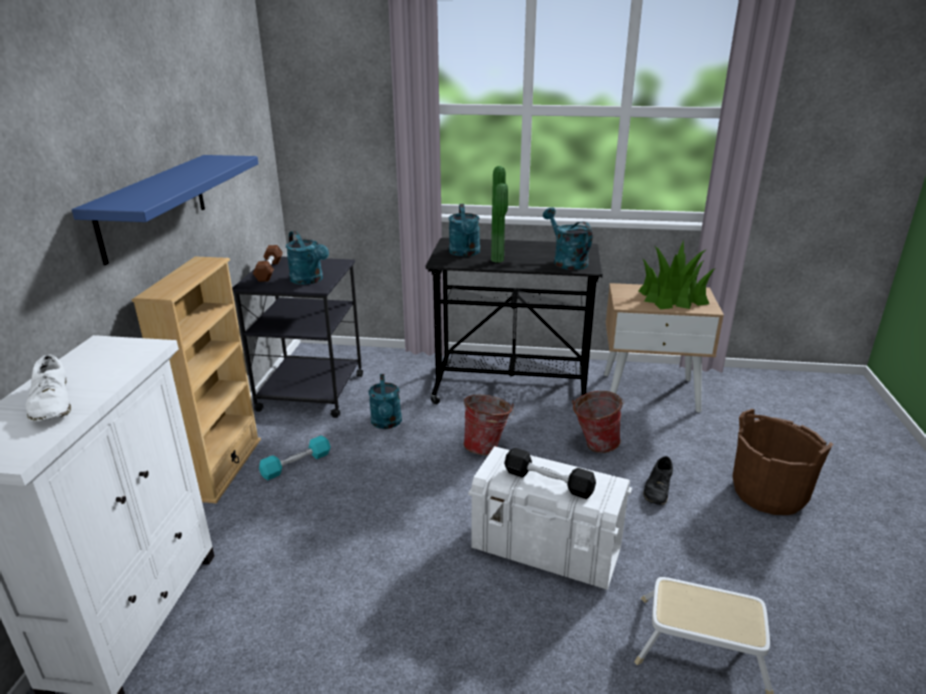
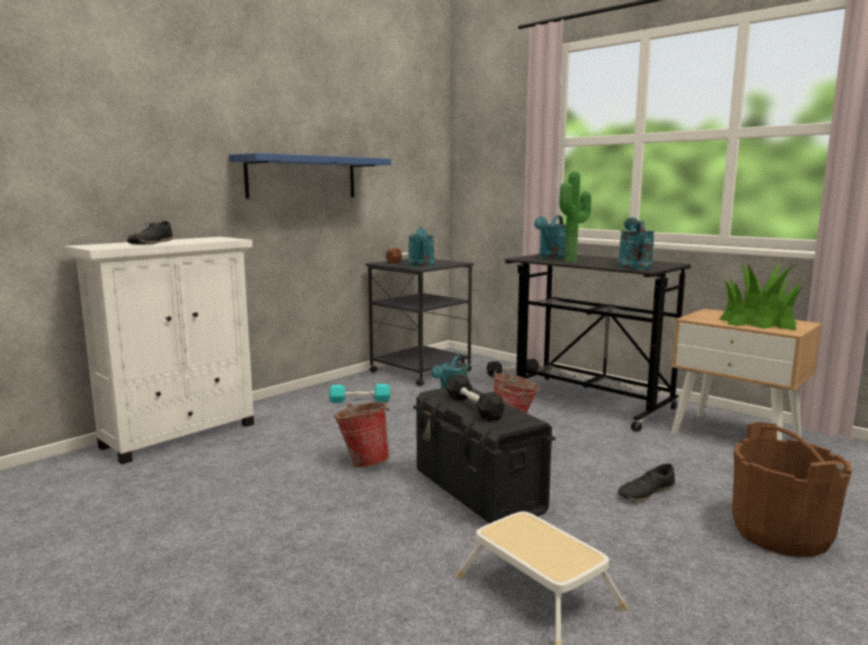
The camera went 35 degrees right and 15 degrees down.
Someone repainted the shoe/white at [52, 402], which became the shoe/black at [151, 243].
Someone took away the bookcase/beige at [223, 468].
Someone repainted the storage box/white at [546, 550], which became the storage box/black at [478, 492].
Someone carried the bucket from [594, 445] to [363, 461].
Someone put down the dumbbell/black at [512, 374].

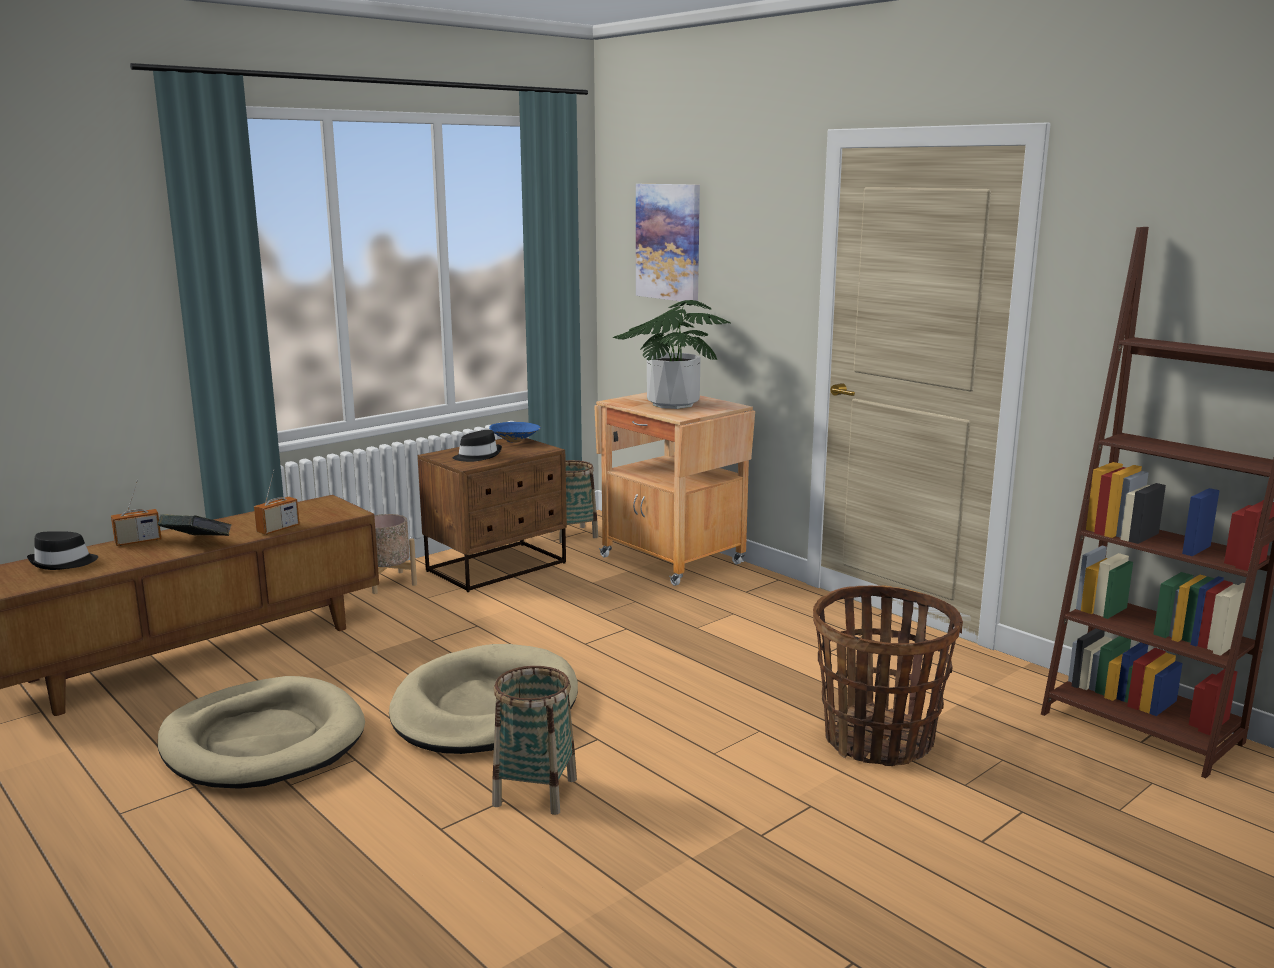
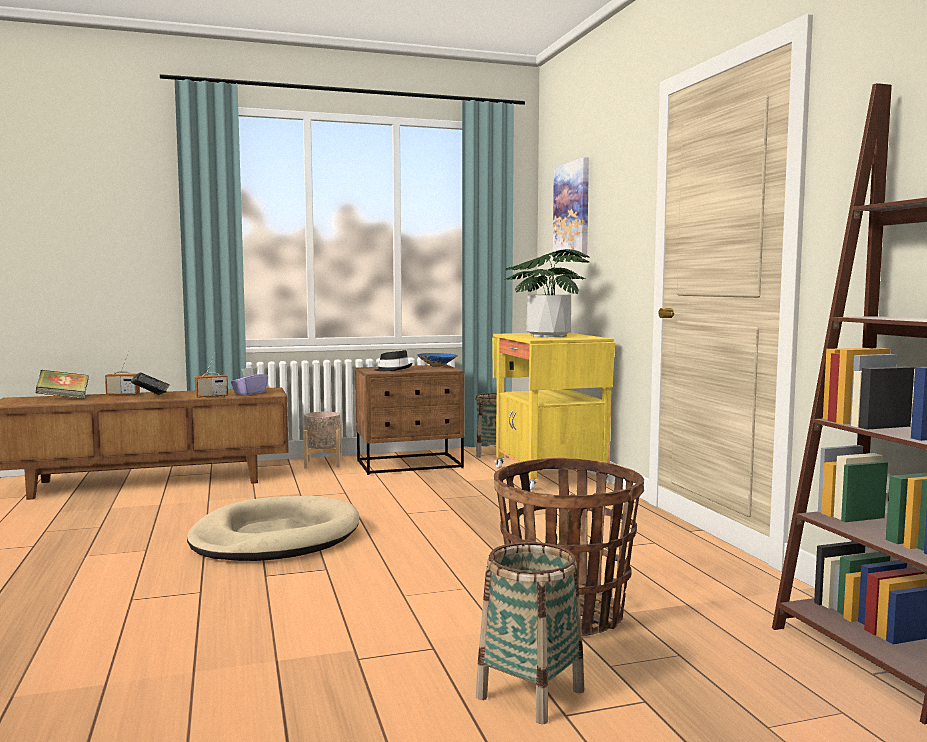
The camera went 25 degrees right and 10 degrees down.
Someone swapped the hat/black at [63, 563] for the book at [63, 398].
Someone took away the dog bed/beige at [263, 741].
Someone carried the basket from [535, 792] to [530, 694].
Someone repainted the cart/brown at [673, 561], which became the cart/yellow at [550, 477].
Someone put down the tissue box/purple at [249, 393].

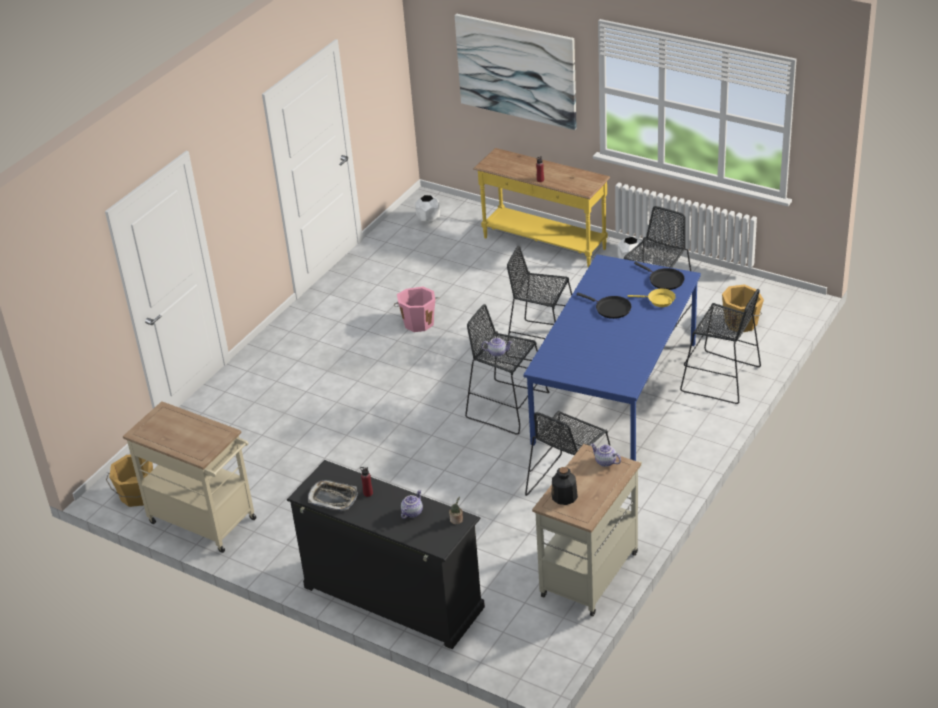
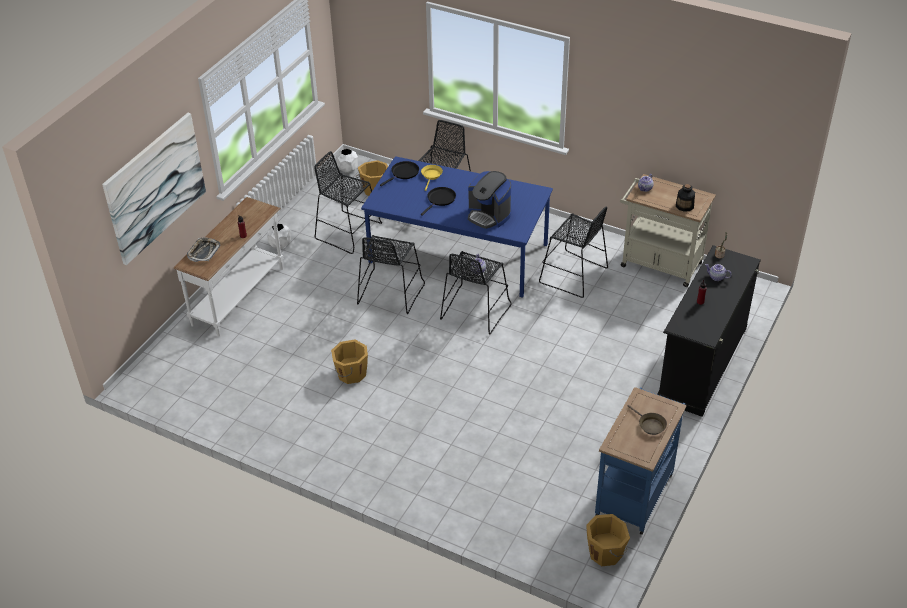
The camera went 95 degrees left and 5 degrees up.
Someone repainted the cart/beige at [205, 522], which became the cart/blue at [635, 493].
Someone carried the tray from [333, 498] to [203, 252].
Someone repainted the bucket/pink at [418, 322], which became the bucket/orange at [351, 373].
Someone carried the planter/white from [428, 219] to [347, 169].
Someone repainted the console table/yellow at [543, 244], which became the console table/white at [239, 297].
Someone put down the coffee machine at [489, 215].
Someone put down the frying pan/brown at [650, 425].

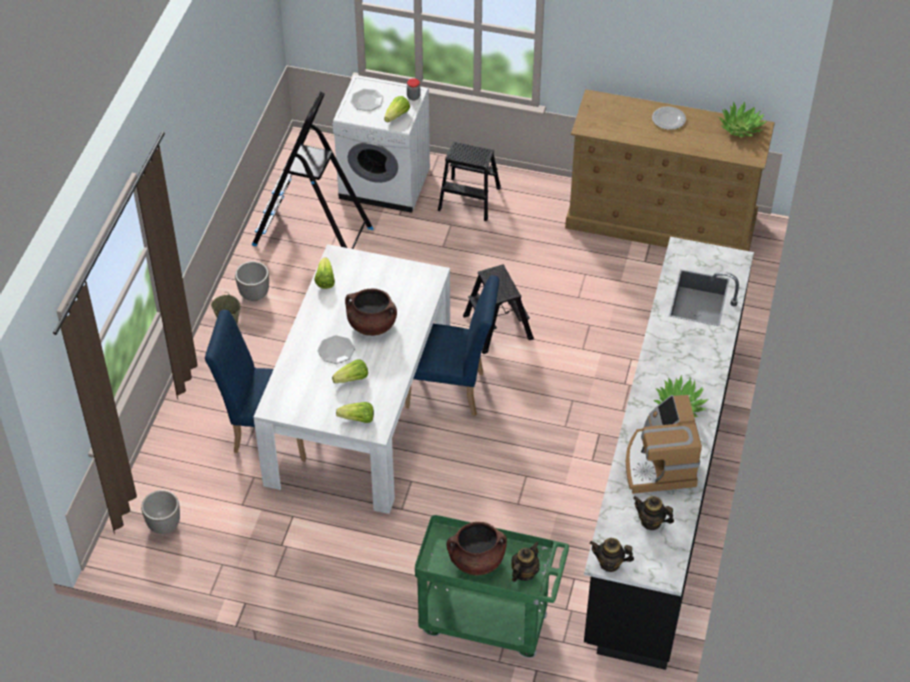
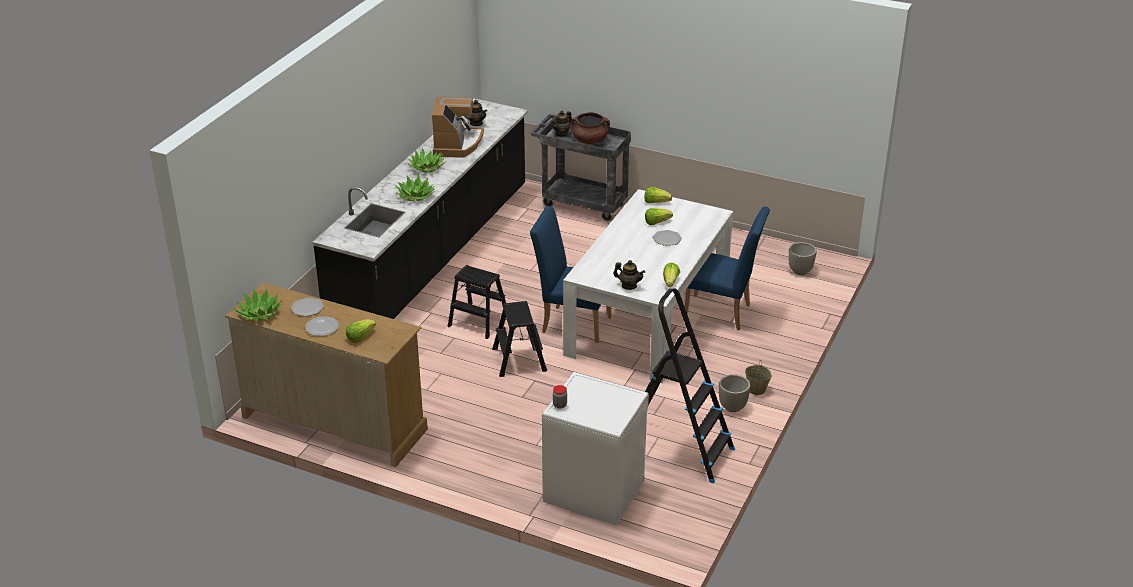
The camera went 170 degrees left and 15 degrees down.
Someone took away the cooking pot/brown at [372, 325].
Someone carried the plate from [367, 100] to [307, 308].
Someone carried the lettuce from [397, 116] to [360, 337].
Someone repainted the cart/green at [489, 627], which became the cart/grey at [580, 206].
Someone carried the step ladder/black from [469, 198] to [478, 320].
Someone carried the teapot from [610, 563] to [629, 286].
Someone put down the potted plant at [415, 196].

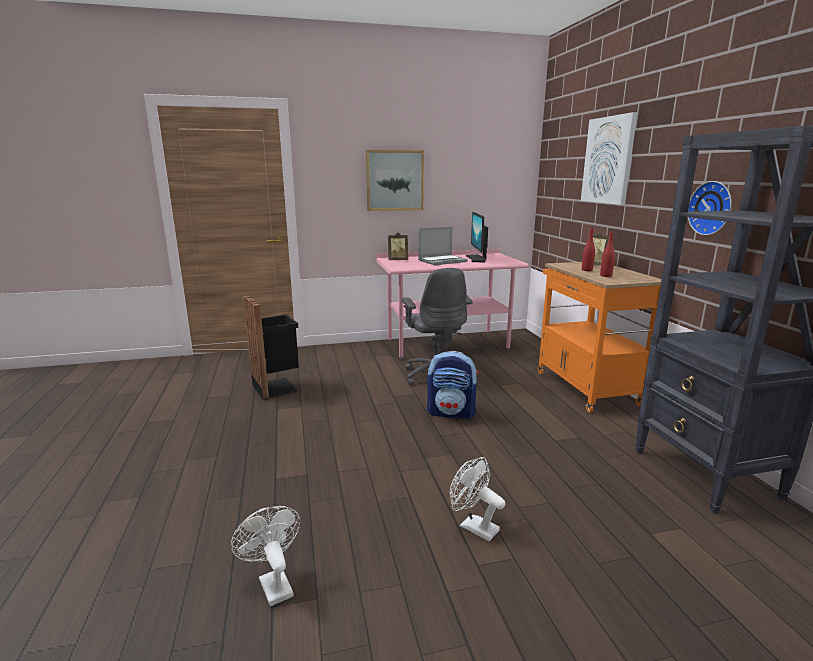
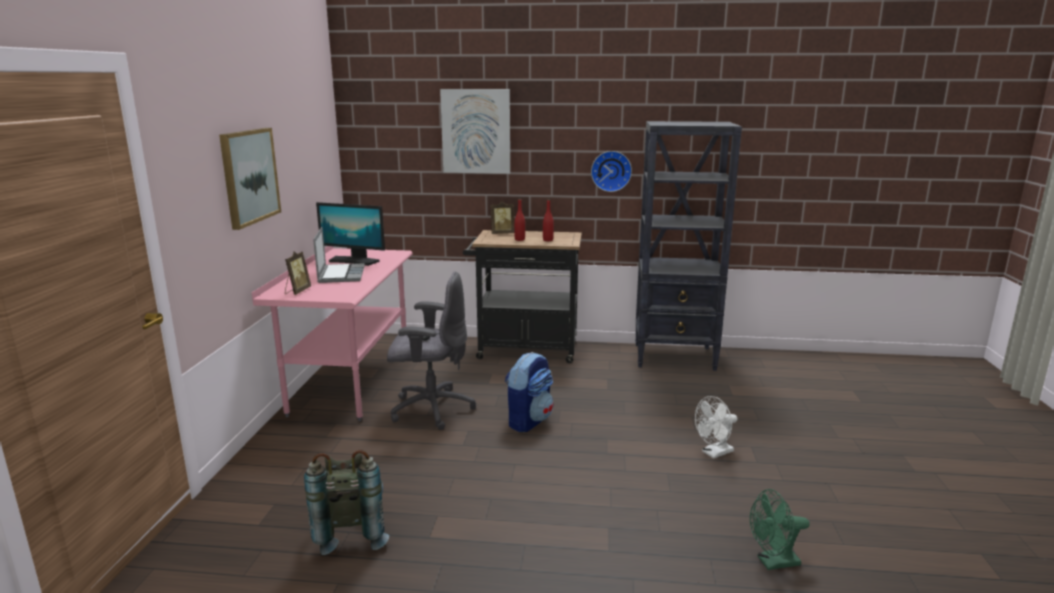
The camera went 70 degrees left and 0 degrees up.
Someone repainted the fan/white at [273, 583], which became the fan/green at [773, 562].
Someone swapped the trash can/black at [277, 387] for the backpack/grey at [352, 532].
Someone repainted the cart/orange at [584, 387], which became the cart/black at [524, 350].

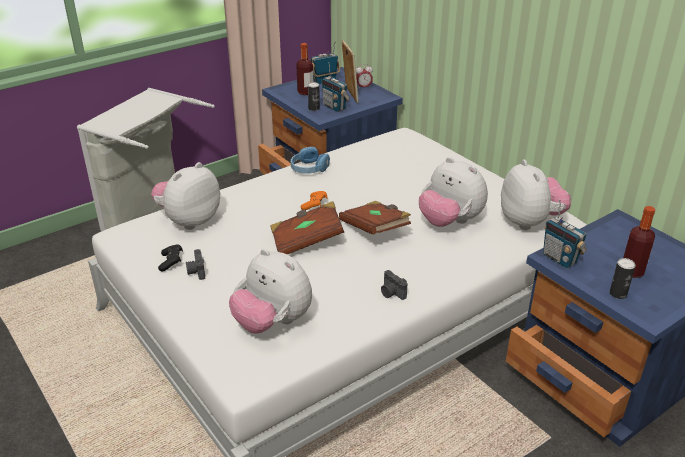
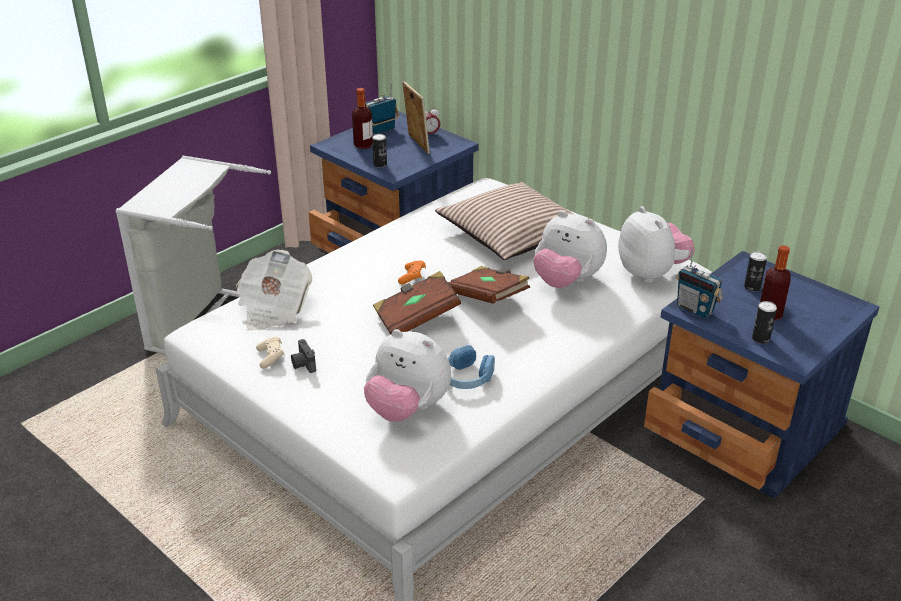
The camera went 10 degrees left and 0 degrees up.
Someone swapped the plush toy at [189, 220] for the newspaper at [273, 309].
Someone repainted the game controller/black at [171, 262], which became the game controller/beige at [271, 357].
Someone carried the headphones/blue from [309, 168] to [467, 378].
Someone took away the radio at [334, 107].
Someone took away the photo camera at [391, 293].
Someone put down the pillow at [513, 234].
Someone put down the can at [752, 287].

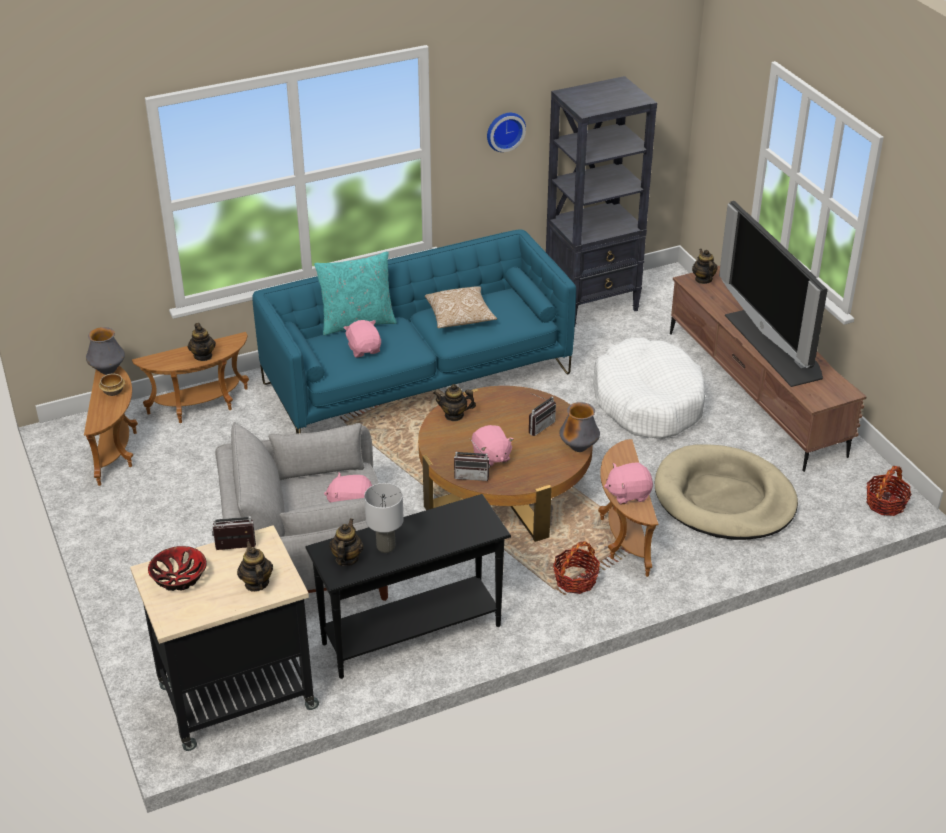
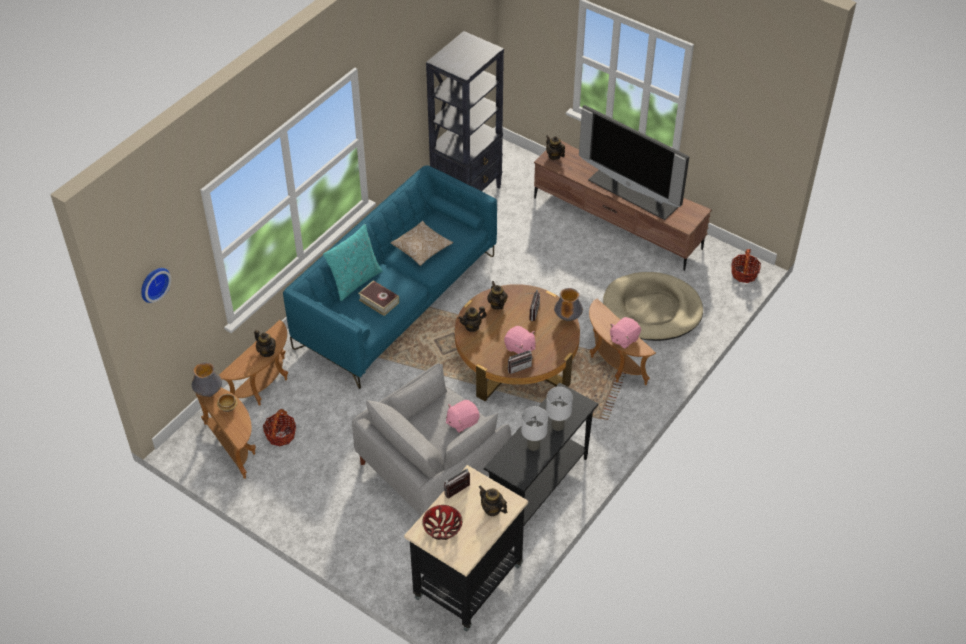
The camera went 30 degrees left and 10 degrees up.
Someone carried the teapot from [346, 559] to [497, 304].
Someone swapped the plush toy/pink at [364, 349] for the book at [379, 301].
Someone carried the wall clock from [504, 130] to [153, 283].
Someone carried the basket from [575, 580] to [281, 435].
Someone took away the dog bed/white at [648, 402].
Someone put down the table lamp/white at [557, 427].

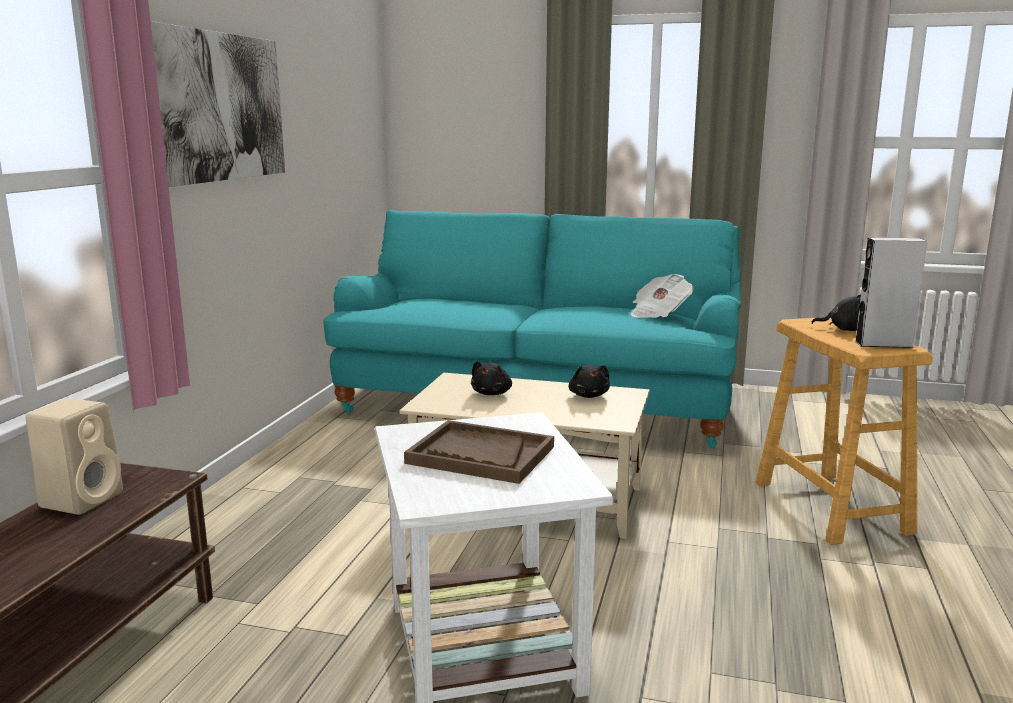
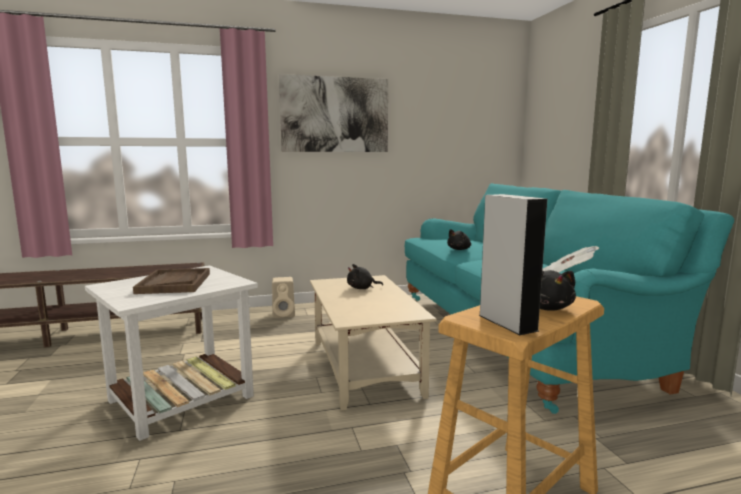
The camera went 60 degrees right and 5 degrees down.
Someone carried the speaker/beige from [83, 499] to [284, 314].
Someone carried the plush toy/black from [588, 395] to [459, 249].

